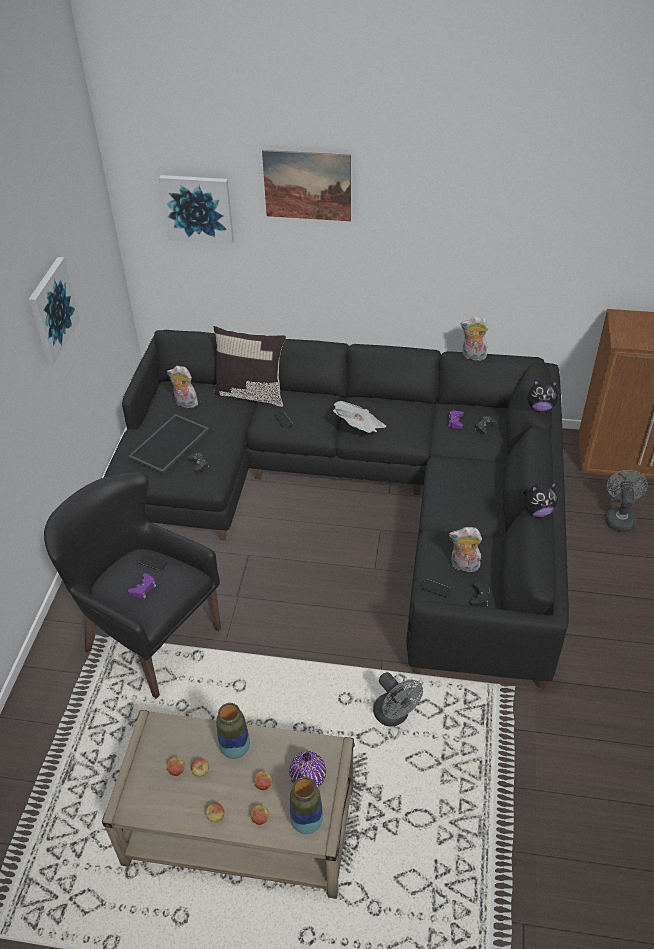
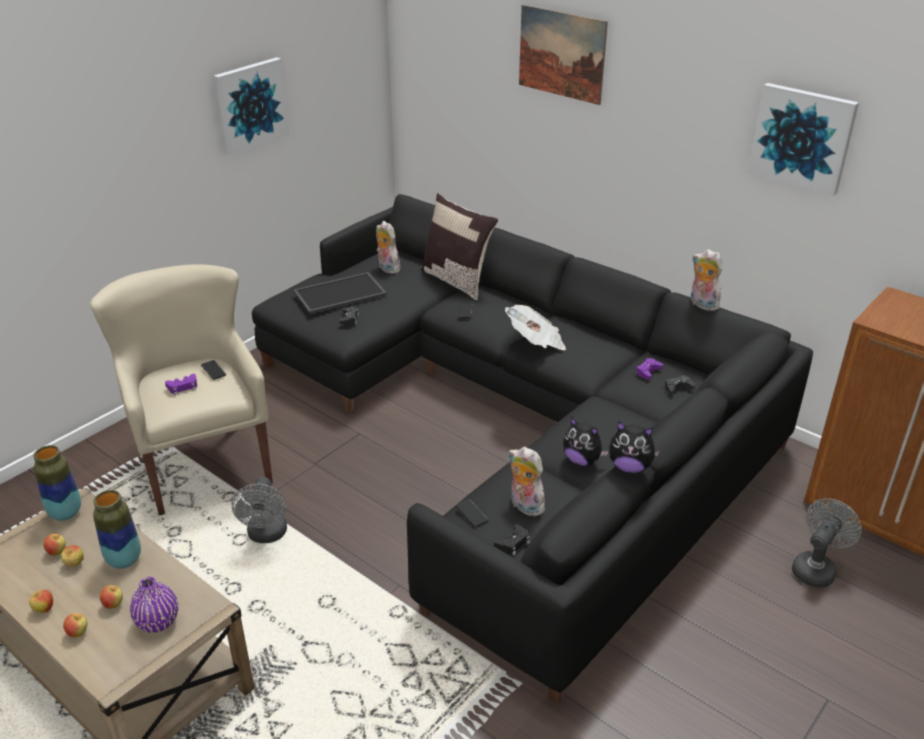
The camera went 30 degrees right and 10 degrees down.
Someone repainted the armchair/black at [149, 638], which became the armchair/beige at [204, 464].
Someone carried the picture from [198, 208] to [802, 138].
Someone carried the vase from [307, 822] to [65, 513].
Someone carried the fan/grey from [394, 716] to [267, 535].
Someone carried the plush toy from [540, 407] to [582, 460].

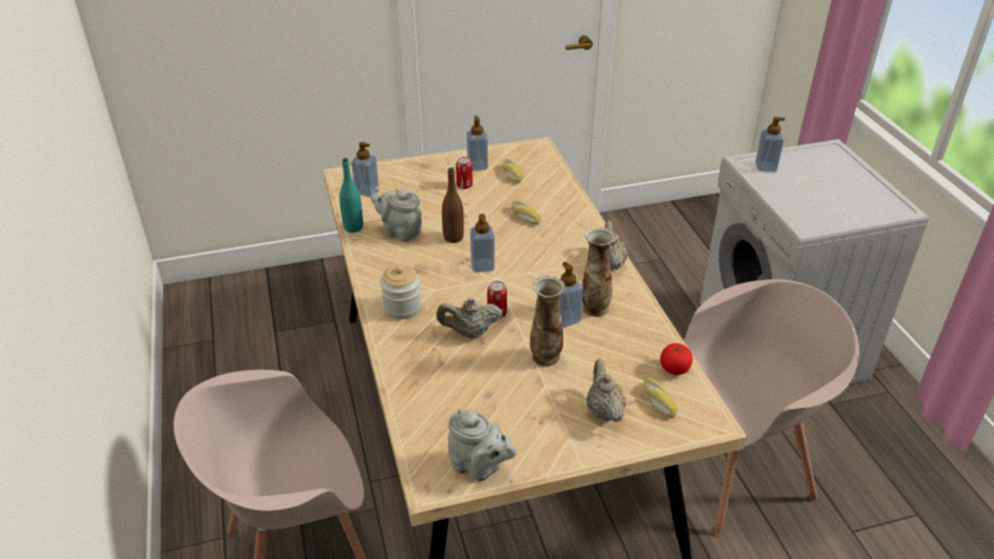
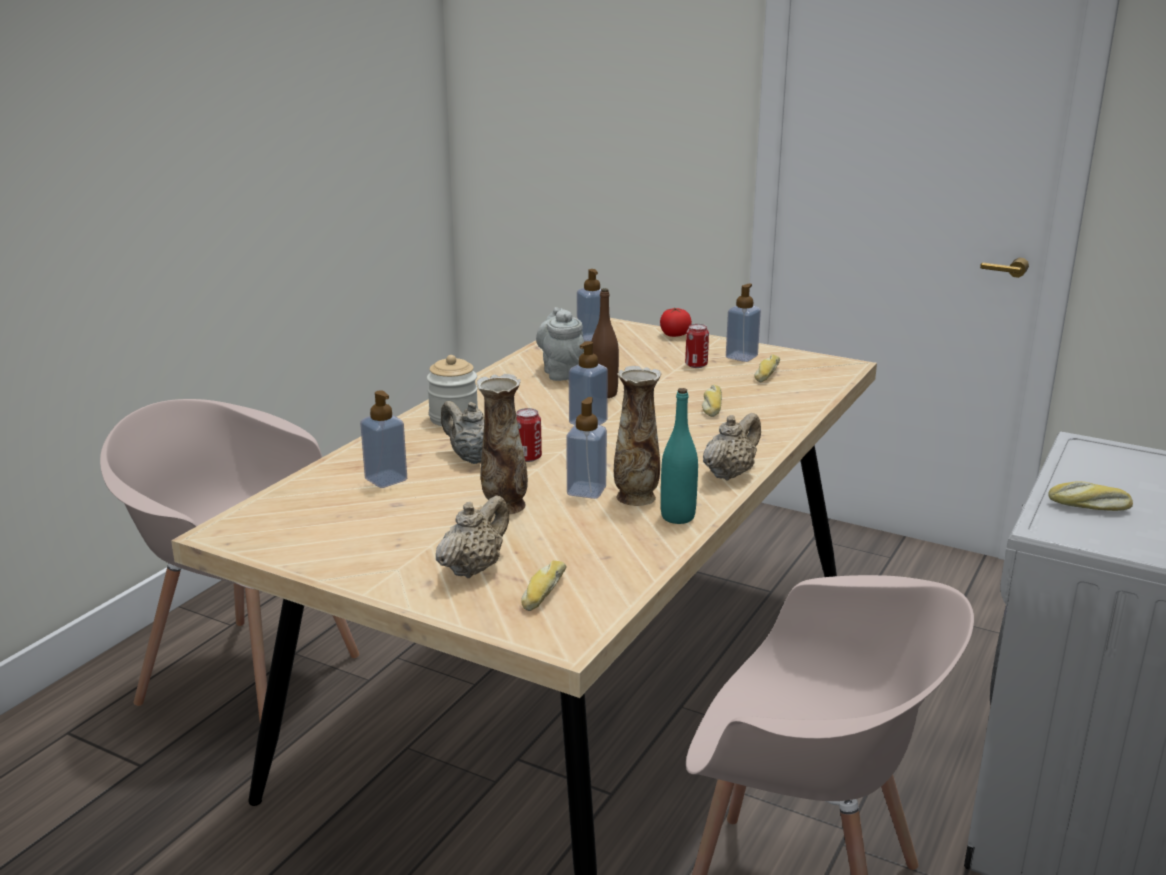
The camera went 45 degrees right and 15 degrees down.
Someone carried the bottle/turquoise from [353, 227] to [677, 517].
Someone took away the teapot/grey at [479, 467].
Someone carried the tomato from [674, 368] to [675, 335].
Someone carried the soap dispenser from [765, 167] to [386, 479].
Someone put down the bread at [1089, 506].

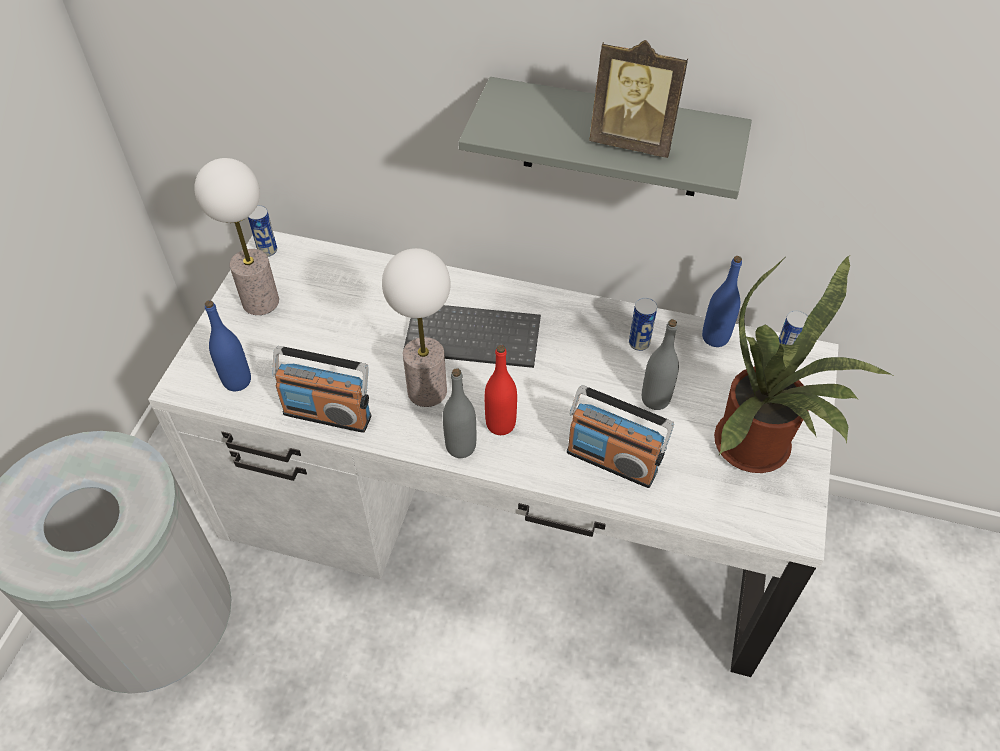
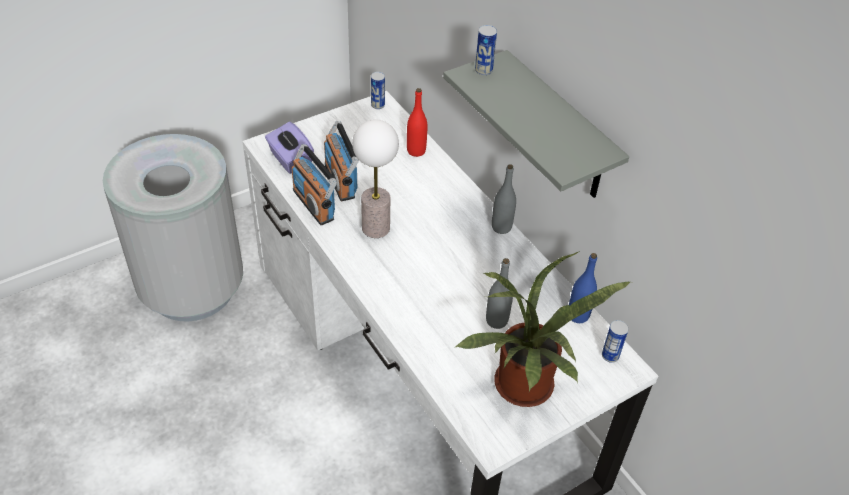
The camera went 40 degrees right and 5 degrees down.
Someone took away the table lamp at [261, 301].
Someone swapped the bottle/blue at [237, 381] for the tissue box/purple at [290, 159].
Someone took away the keyboard at [475, 335].
Someone carried the bottle/grey from [461, 447] to [501, 227].
Someone carried the bottle/red from [500, 424] to [416, 151].
Someone carried the radio from [612, 460] to [340, 181].
Someone took away the picture frame at [632, 141].
Someone carried the can from [639, 343] to [483, 70].

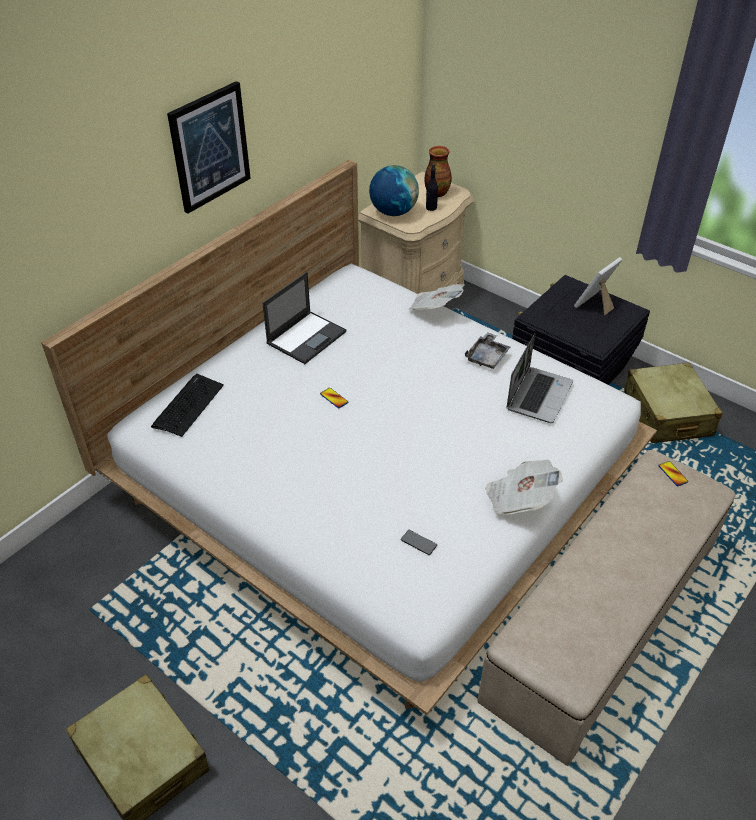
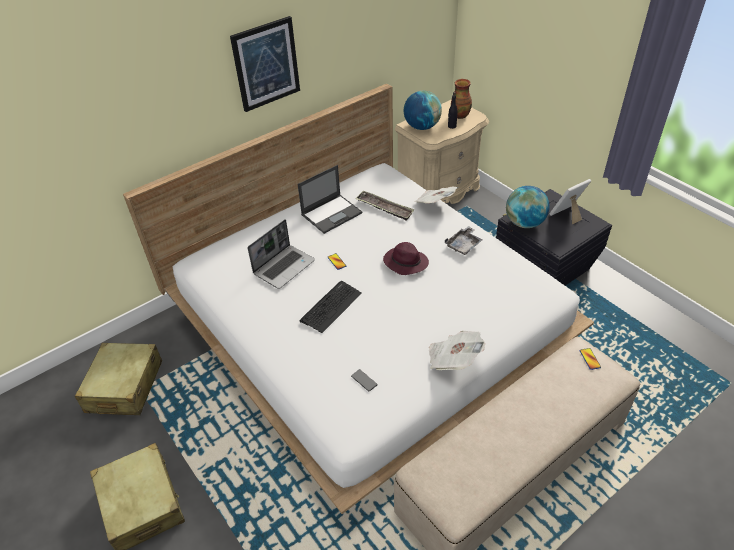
The camera went 15 degrees right and 0 degrees up.
Someone carried the keyboard from [188, 405] to [331, 307].
Someone carried the laptop from [538, 395] to [284, 267].
Someone carried the suitcase/beige from [667, 414] to [124, 387].
Someone put down the tray at [384, 208].
Someone put down the hat/purple at [405, 262].
Someone put down the globe at [524, 223].

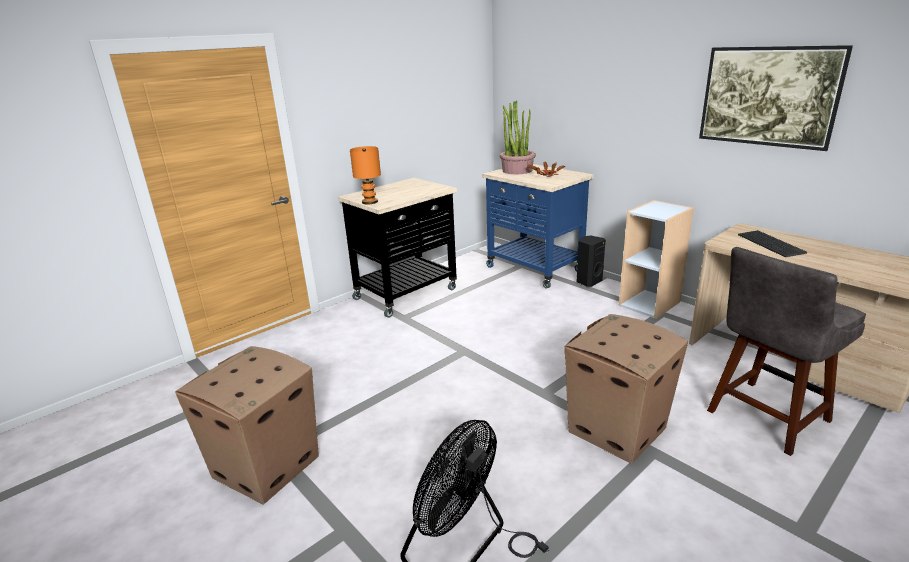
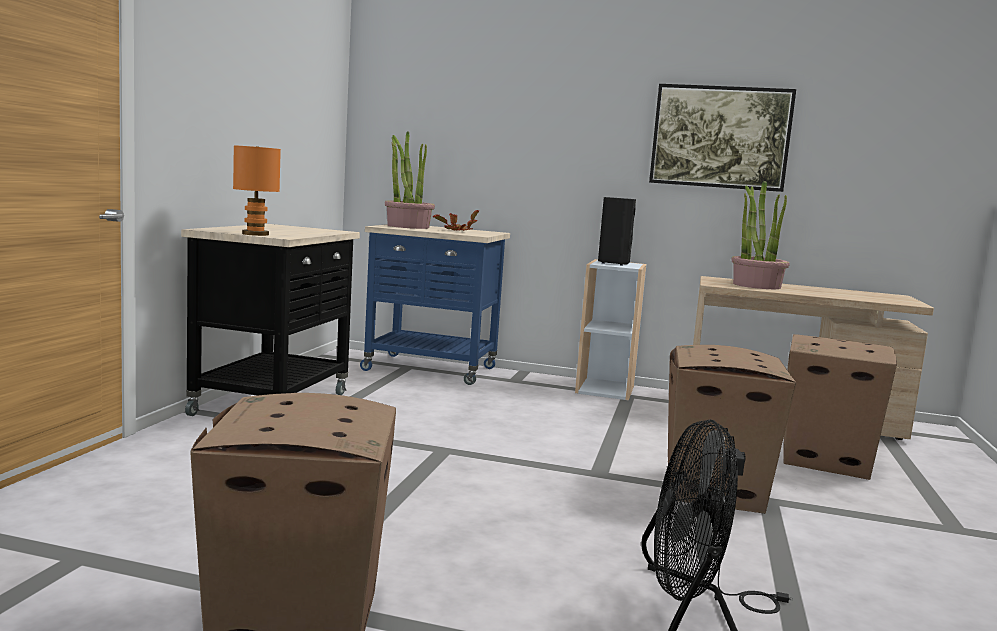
The camera went 35 degrees left and 15 degrees down.
Someone carried the speaker/black from [588, 281] to [613, 263].
Someone swapped the stool/grey at [765, 417] for the cardboard box at [823, 459].
Someone swapped the keyboard at [770, 244] for the potted plant at [756, 285].

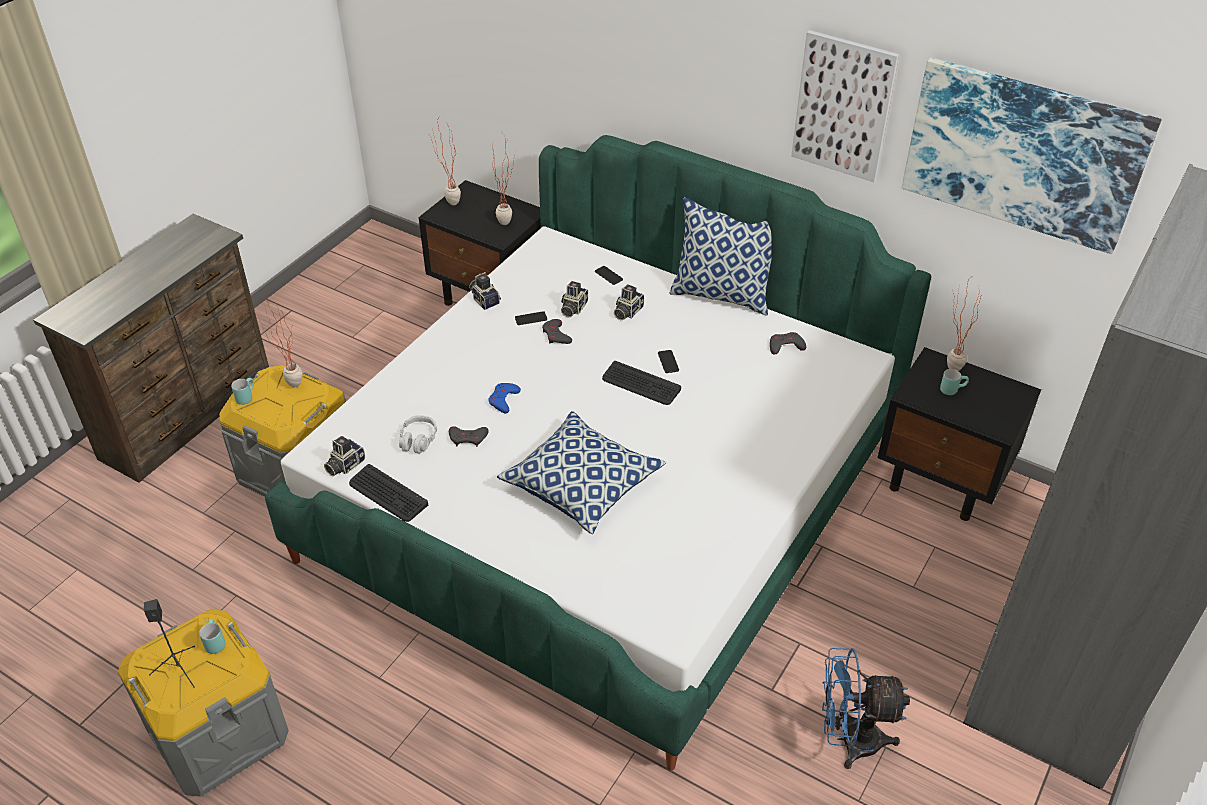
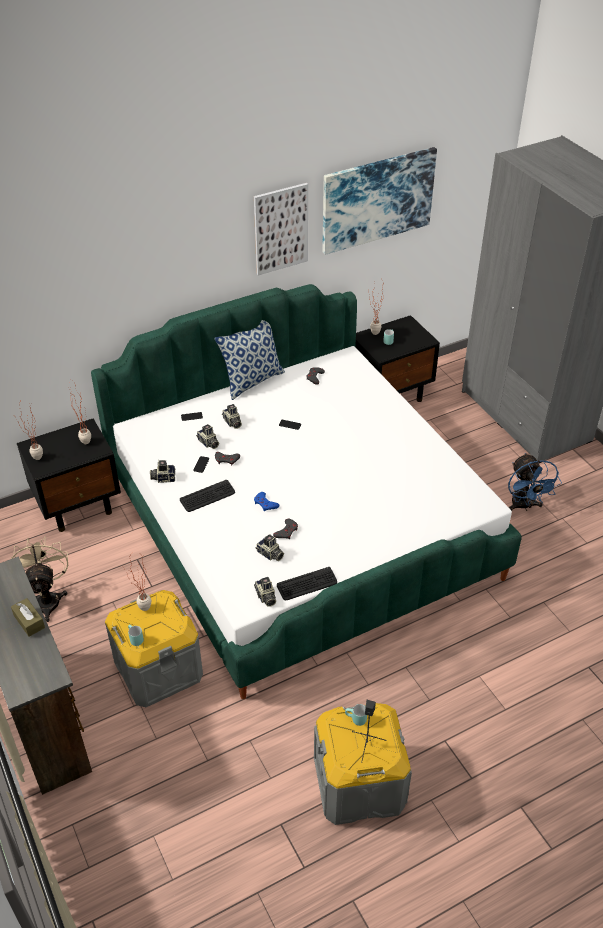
The camera went 60 degrees left and 0 degrees up.
Someone swapped the headphones/grey at [418, 440] for the photo camera at [270, 554].
Someone took away the pillow at [582, 485].
Someone carried the keyboard from [641, 384] to [207, 496].
Someone rotated the fan/blue at [849, 740] by 45 degrees counterclockwise.
Someone put down the fan/beige at [47, 598].
Someone put down the tissue box/brown at [29, 621].

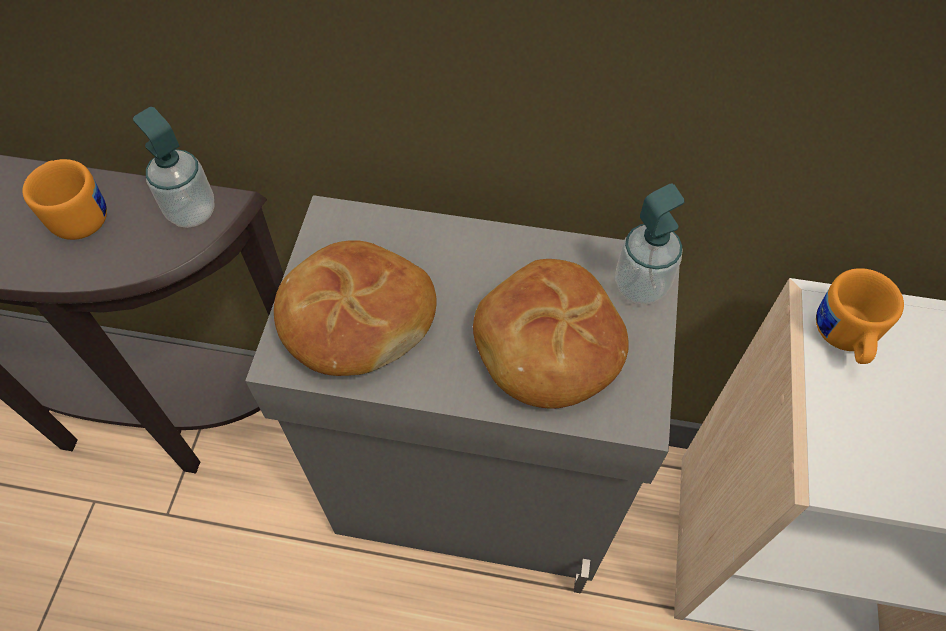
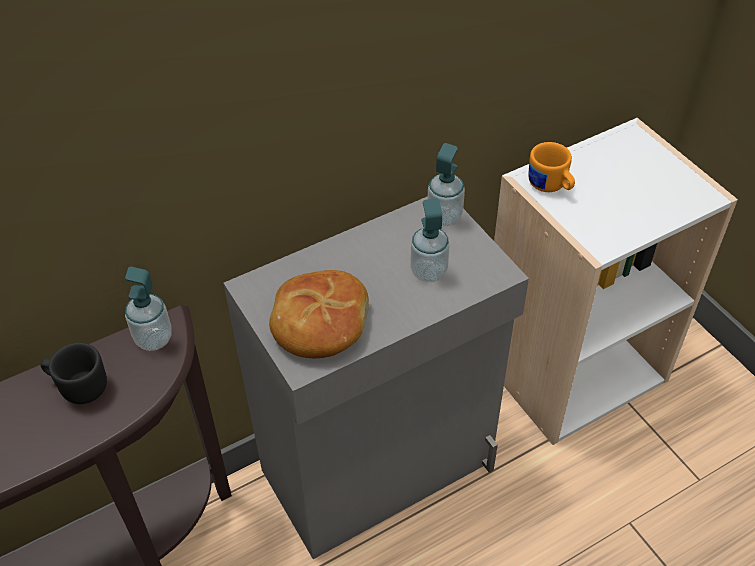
The camera went 40 degrees left and 10 degrees down.
Someone repainted the mug/orange at [79, 213], which became the mug/black at [78, 386].
Someone swapped the bread at [546, 346] for the soap dispenser at [428, 272].

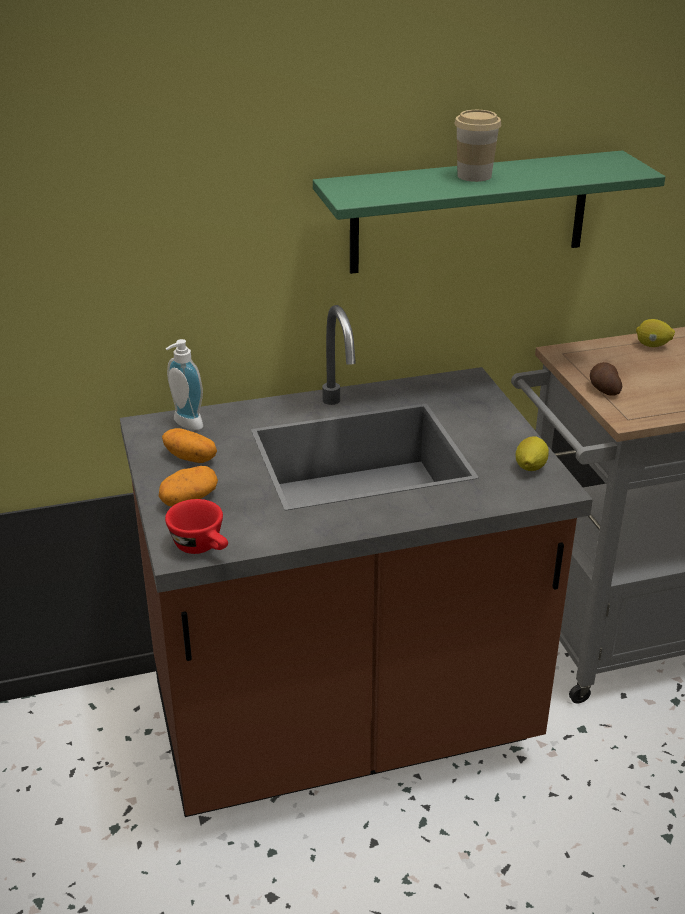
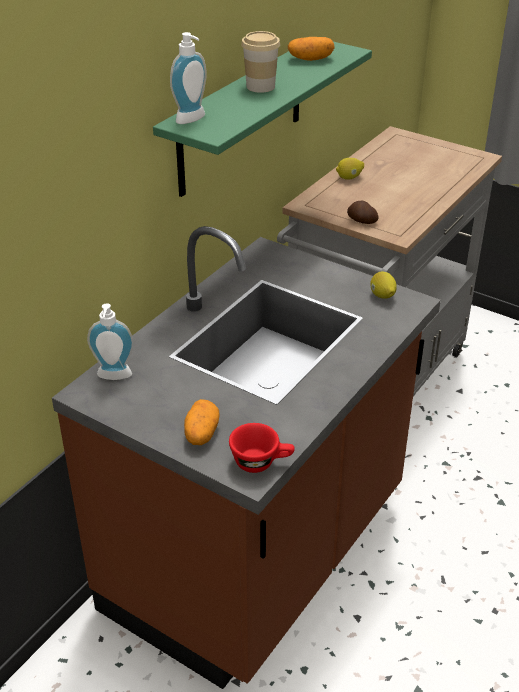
The camera went 40 degrees left and 5 degrees up.
Someone carried the potato from [191, 457] to [310, 59].
Someone put down the soap dispenser at [193, 120].

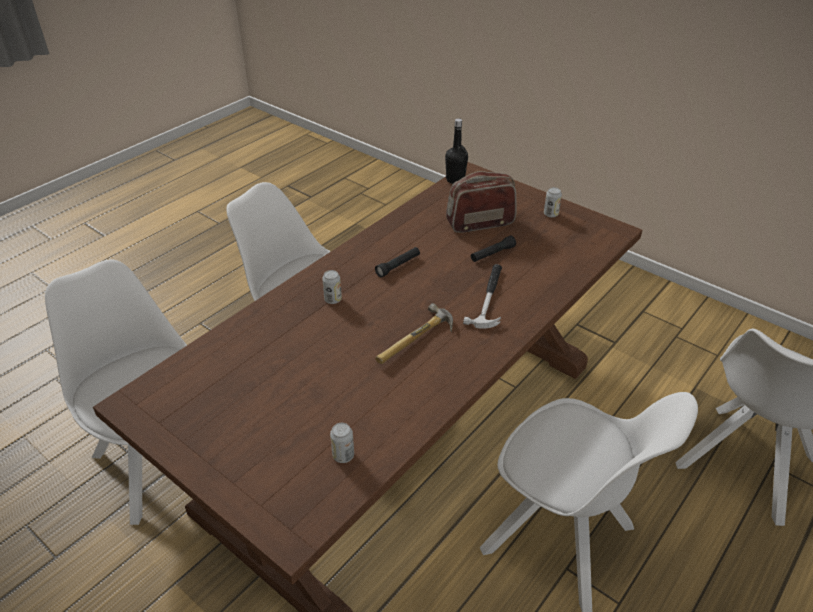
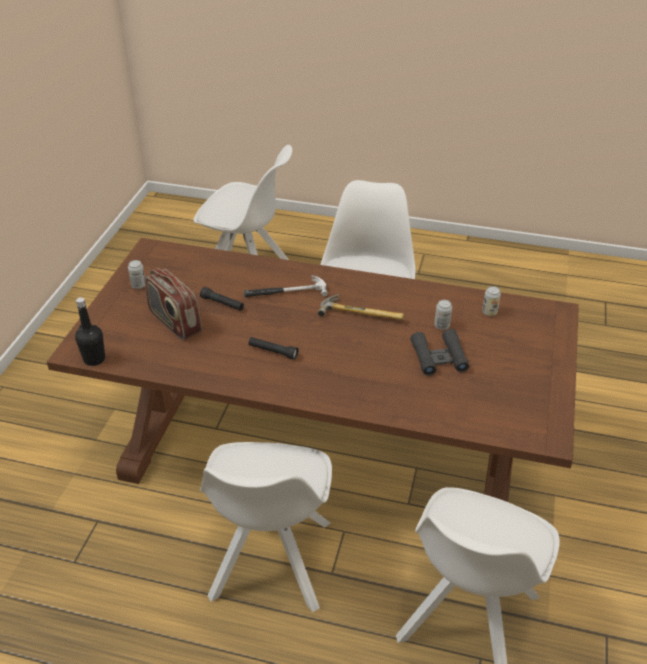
The camera went 115 degrees left and 0 degrees up.
Someone carried the can from [333, 299] to [442, 326].
Someone put down the binoculars/black at [439, 357].

